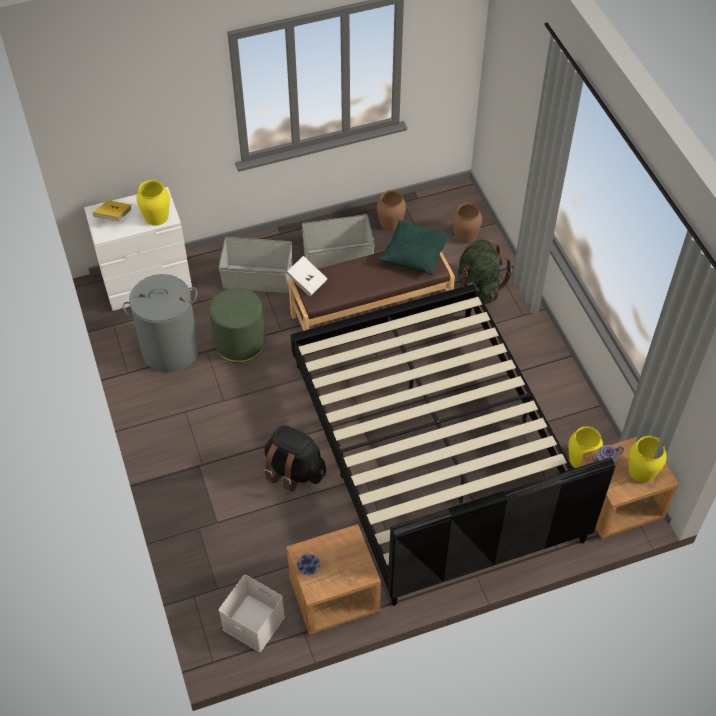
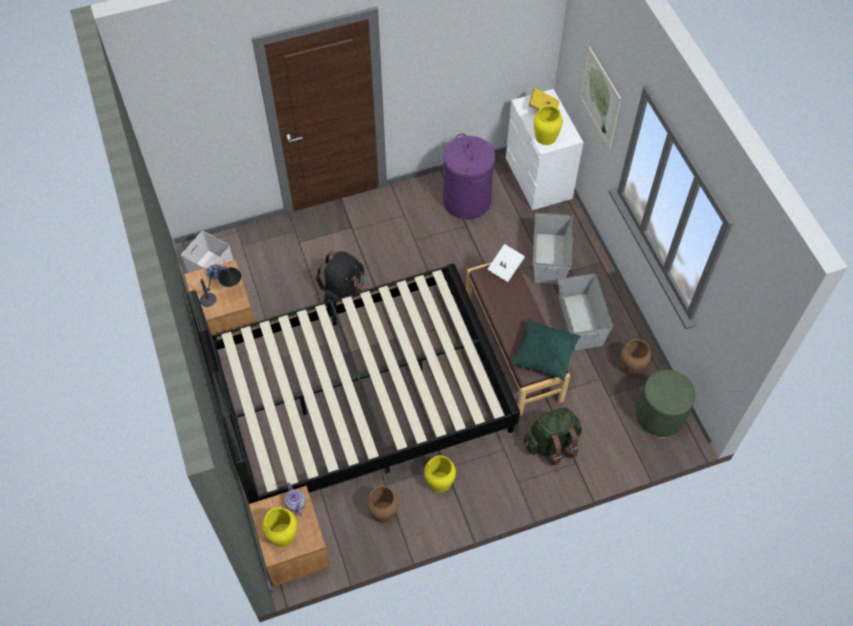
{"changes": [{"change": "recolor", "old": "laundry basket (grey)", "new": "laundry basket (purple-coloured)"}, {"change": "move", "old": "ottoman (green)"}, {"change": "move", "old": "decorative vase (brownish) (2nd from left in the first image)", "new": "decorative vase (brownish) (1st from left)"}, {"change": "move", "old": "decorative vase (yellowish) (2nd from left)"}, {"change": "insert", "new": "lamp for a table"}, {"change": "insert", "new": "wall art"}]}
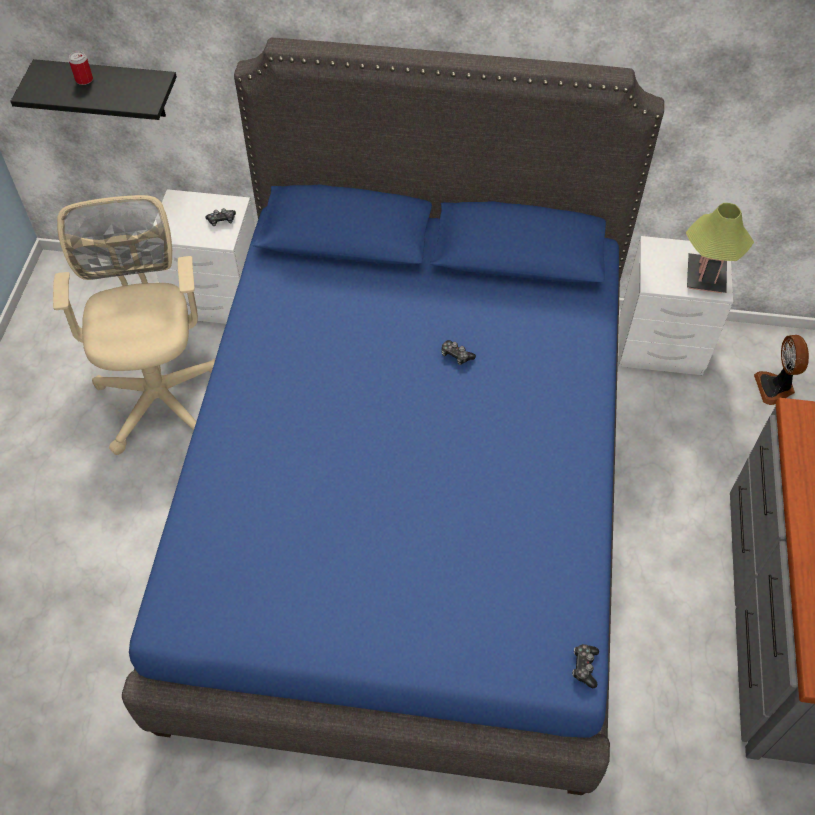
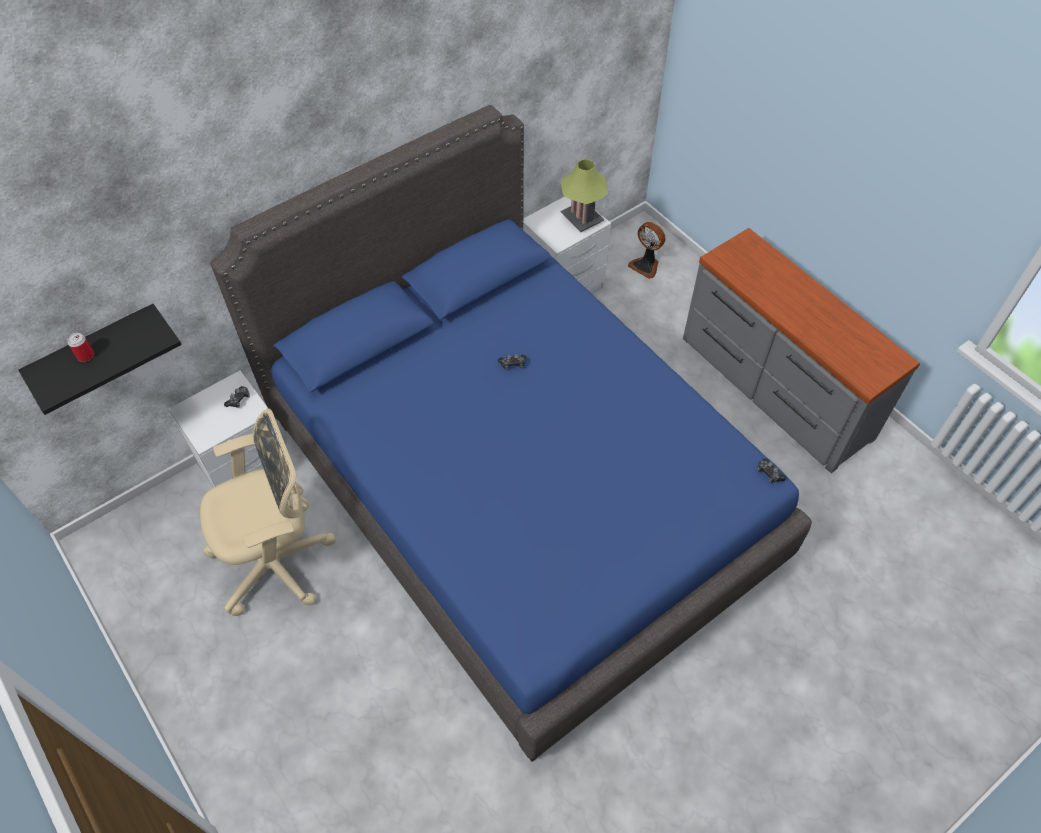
{"changes": [{"change": "rotate", "old": "office chair (sand-coloured)", "degrees": 120}]}
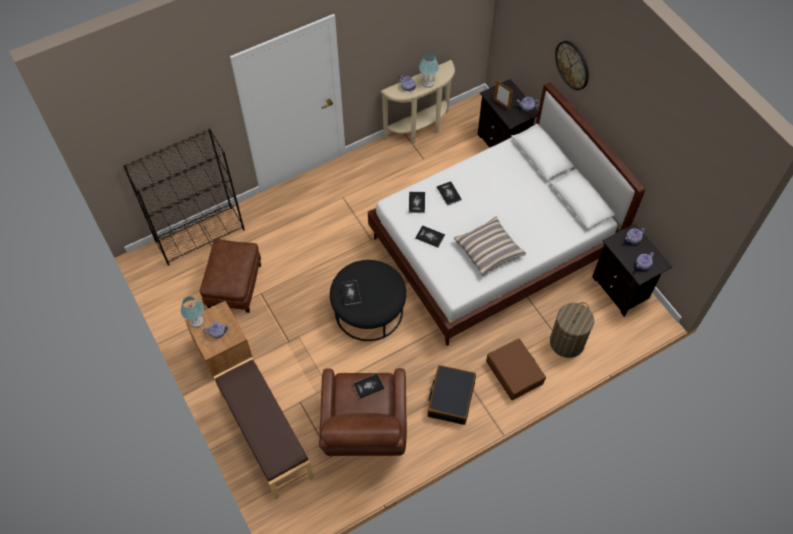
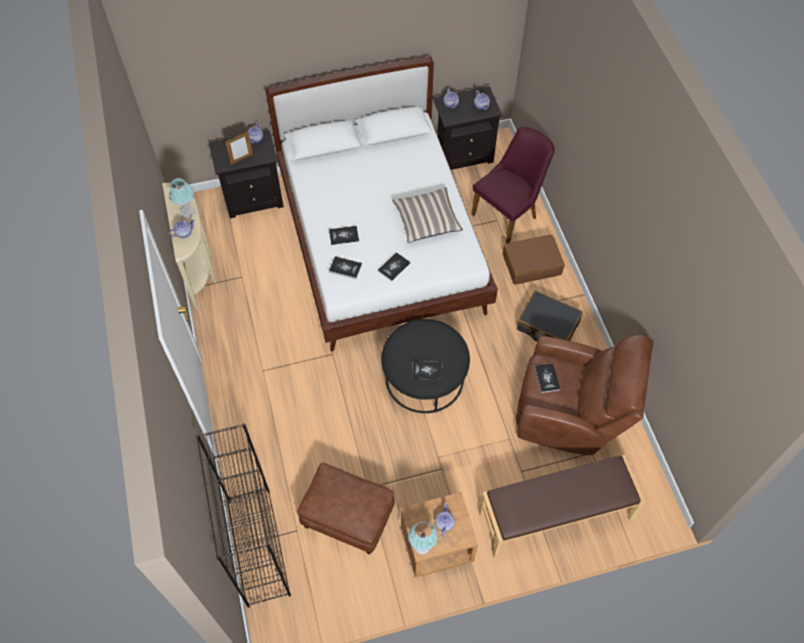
{"changes": [{"change": "replace", "old": "laundry basket", "new": "upright chair (purple-coloured)"}, {"change": "delete", "old": "hanging clock"}]}
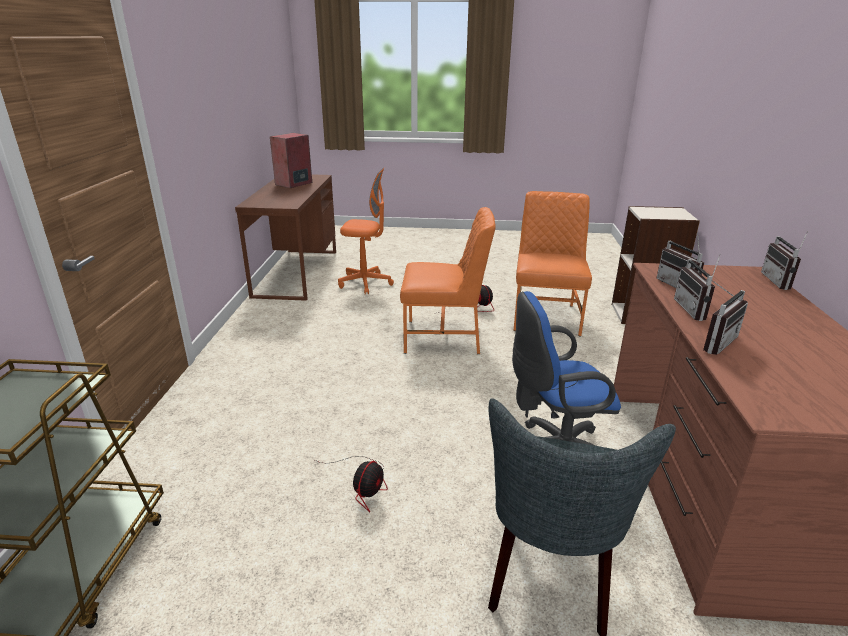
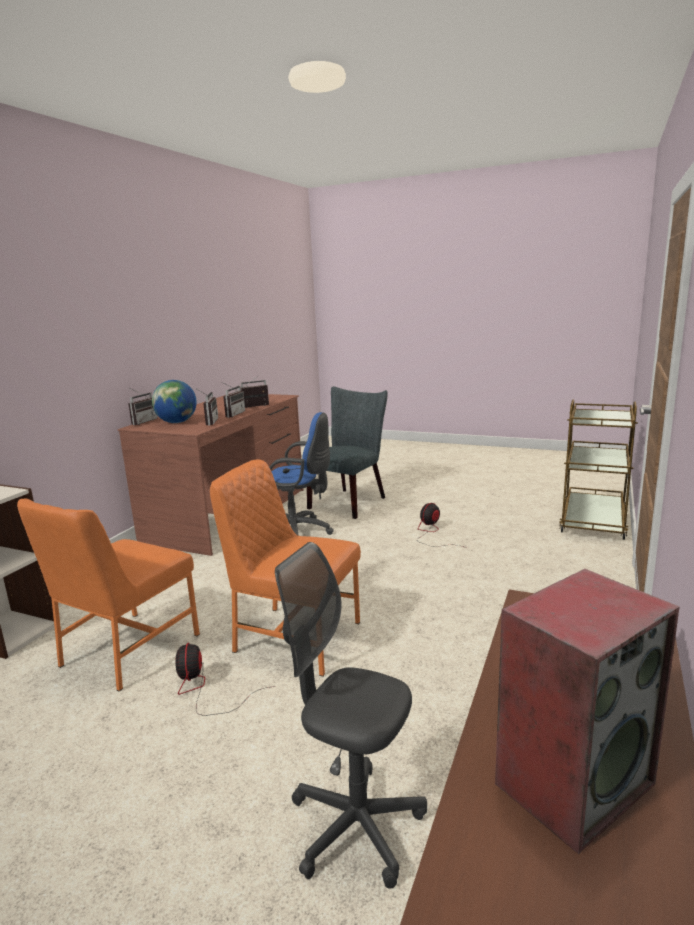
{"changes": [{"change": "recolor", "old": "office chair (orange)", "new": "office chair (grey)"}, {"change": "insert", "new": "globe"}]}
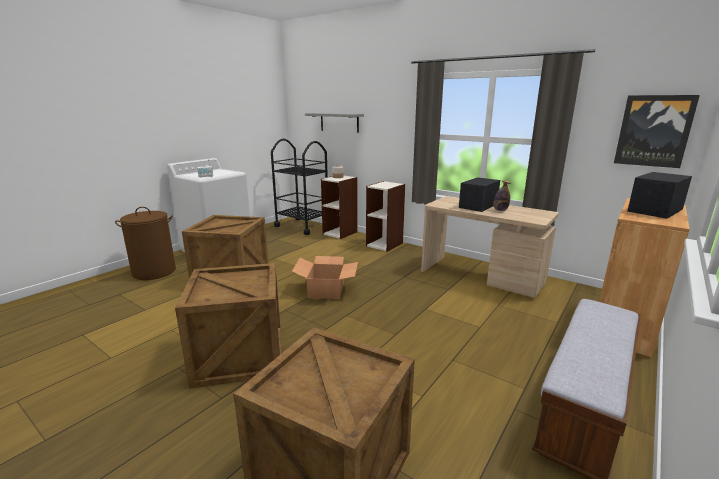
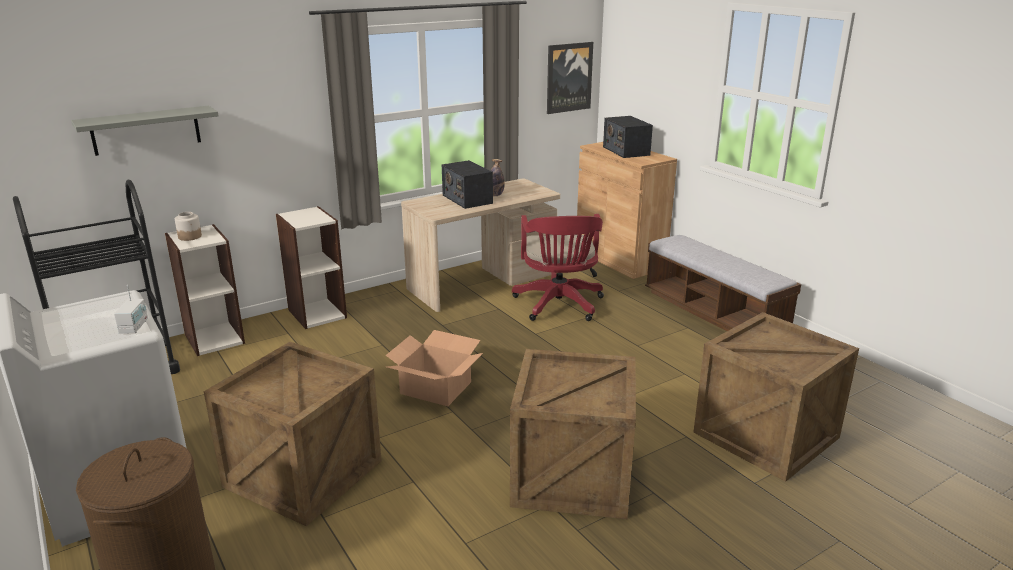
{"changes": [{"change": "insert", "new": "office chair (red-coloured)"}]}
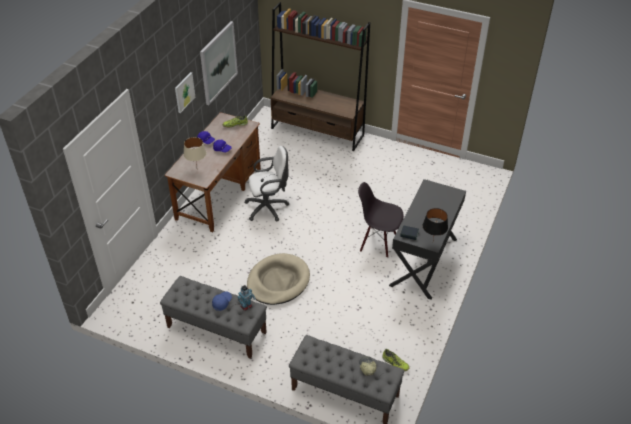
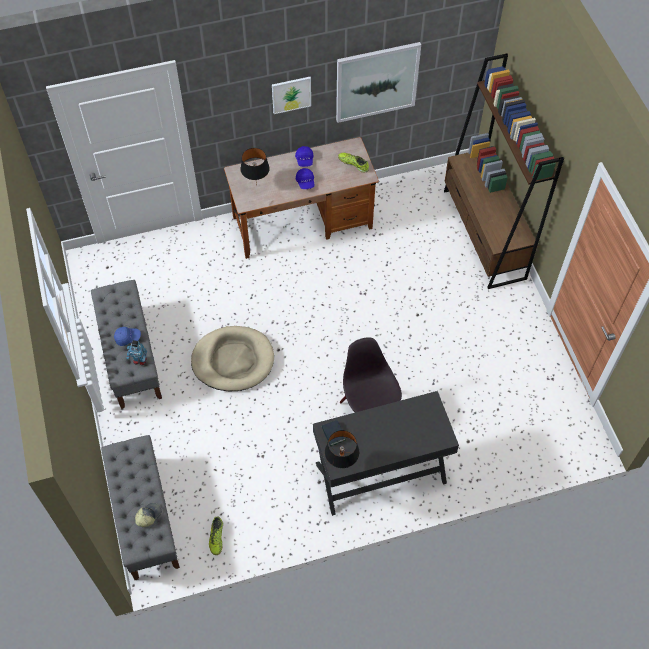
{"changes": [{"change": "recolor", "old": "lamp for a table (sand-coloured)", "new": "lamp for a table (blackish) (1st from left)"}, {"change": "delete", "old": "office chair (white-coloured)"}]}
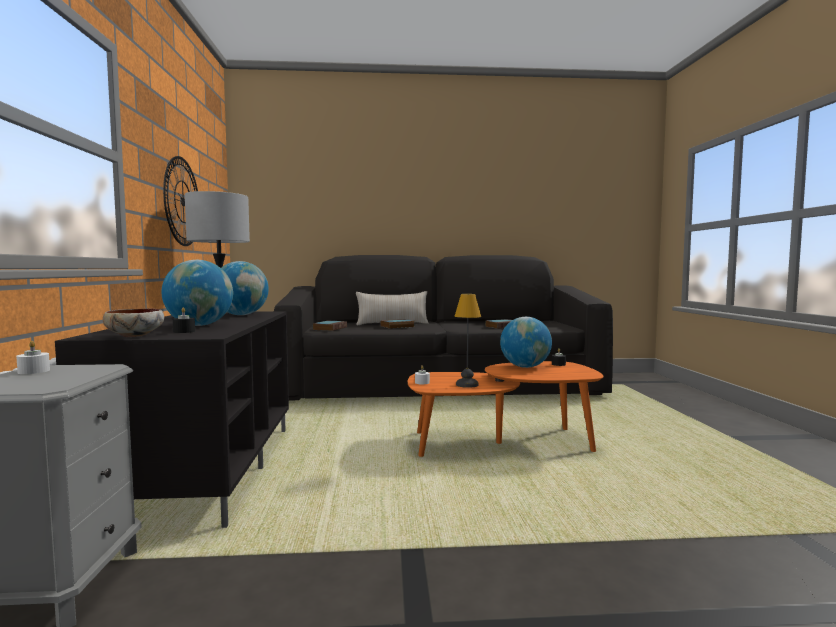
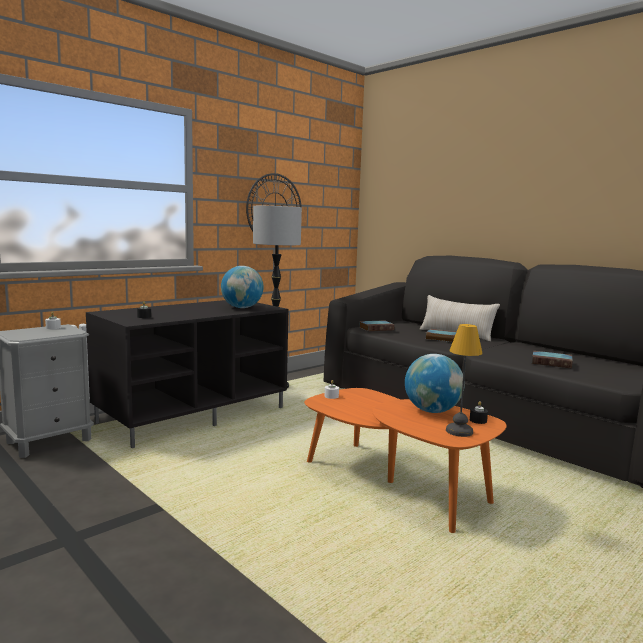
{"changes": [{"change": "delete", "old": "serving bowl"}, {"change": "delete", "old": "globe (1st from left)"}, {"change": "move", "old": "lamp for a table"}]}
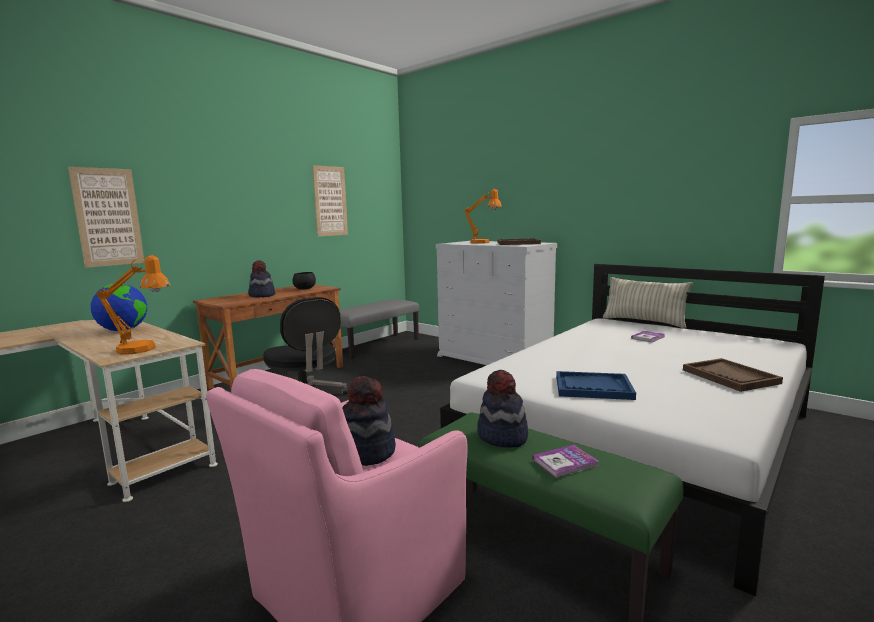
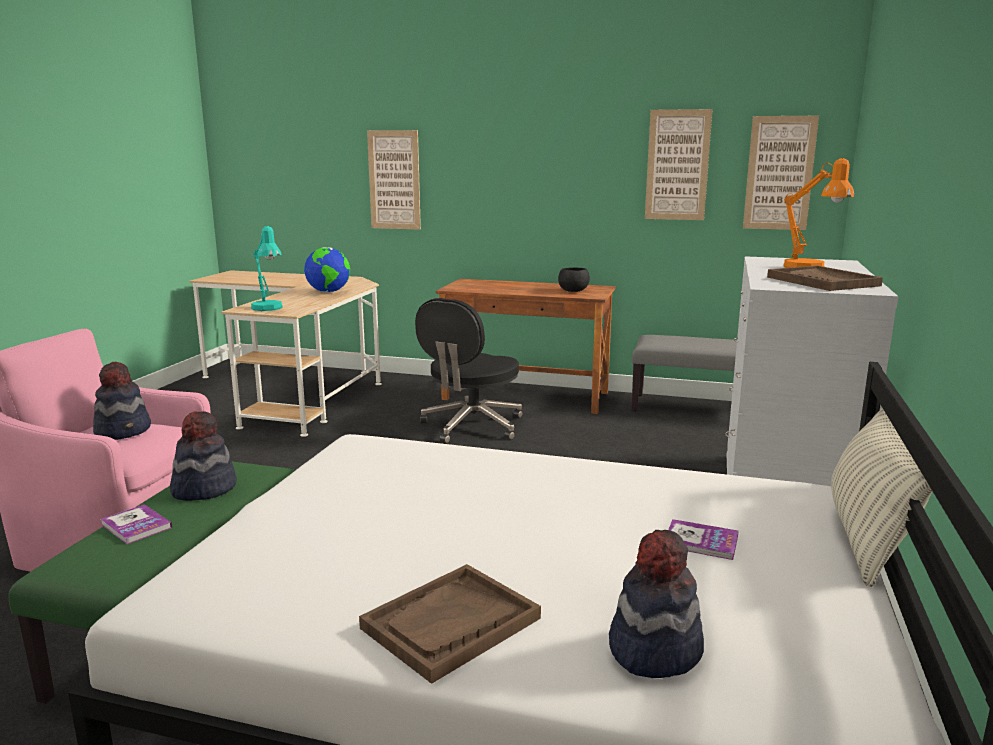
{"changes": [{"change": "recolor", "old": "lamp for a table (orange) (1st from left)", "new": "lamp for a table (blue-green)"}, {"change": "move", "old": "clothing hat (1st from left in the first image)", "new": "clothing hat (3rd from left)"}, {"change": "delete", "old": "tray (bluish)"}, {"change": "insert", "new": "wall art (3rd from left)"}]}
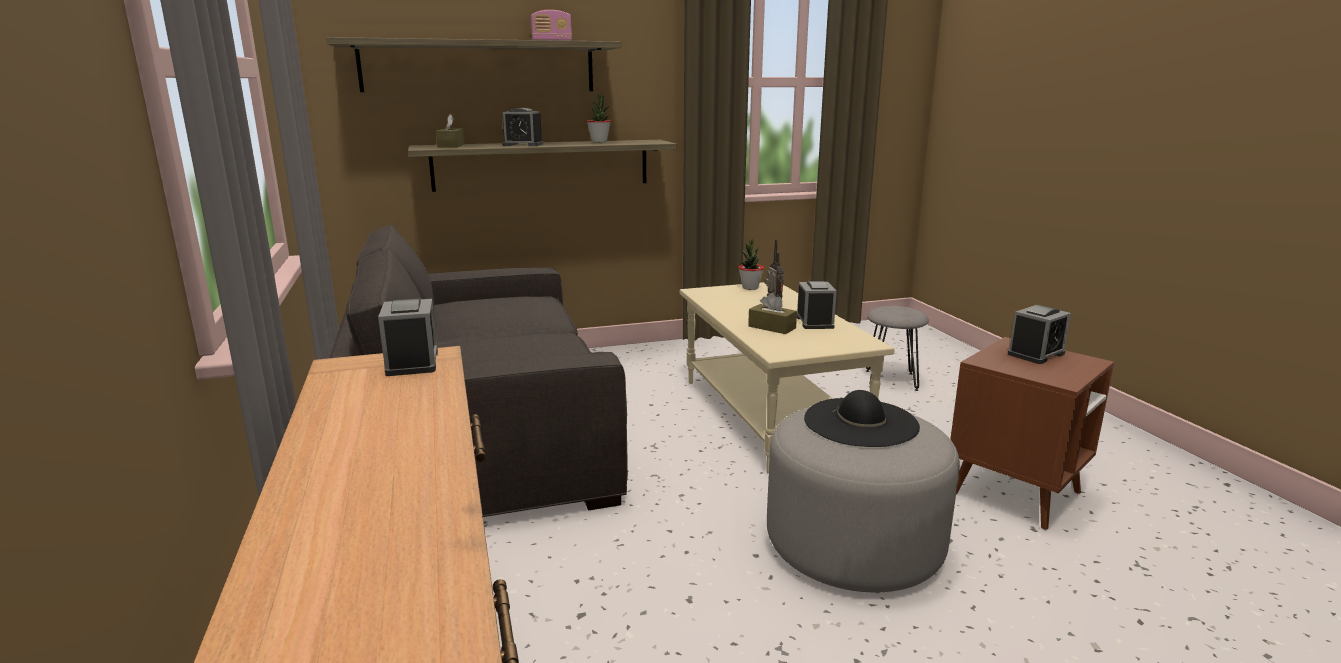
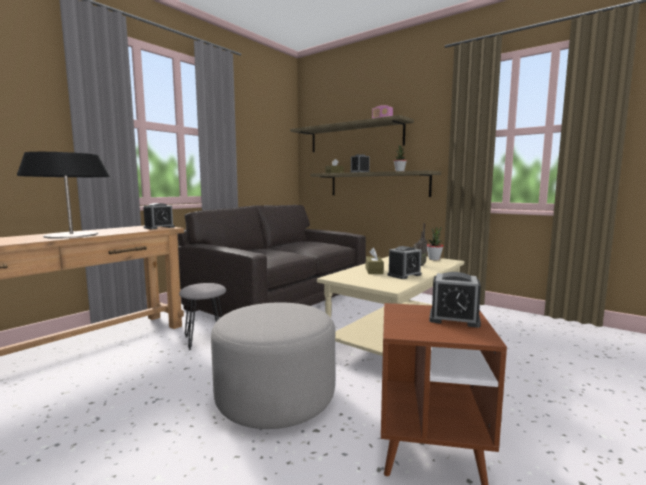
{"changes": [{"change": "delete", "old": "clothing hat (blackish)"}, {"change": "move", "old": "sitting stool (grey)"}, {"change": "insert", "new": "lamp for a table"}]}
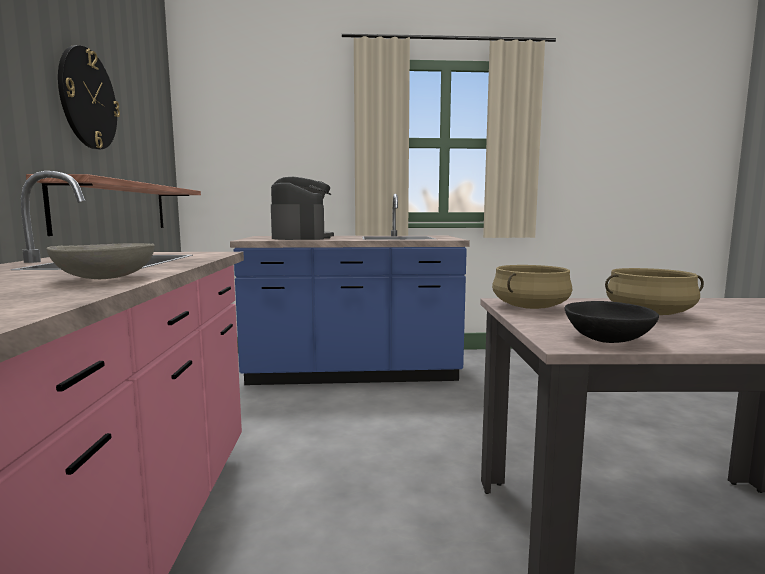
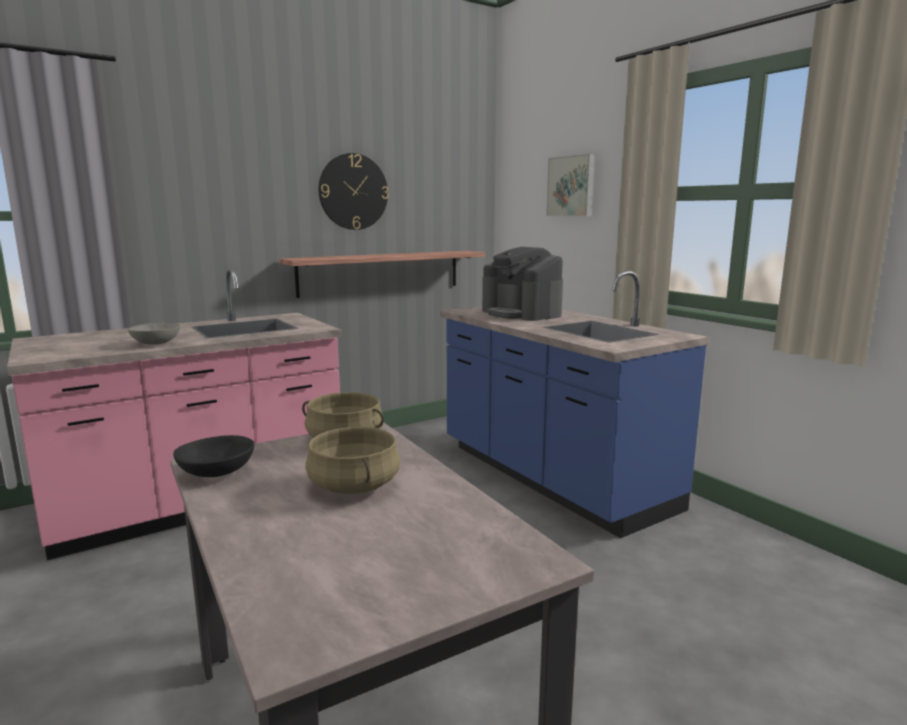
{"changes": [{"change": "rotate", "old": "coffee maker", "degrees": 90}, {"change": "insert", "new": "wall art"}]}
